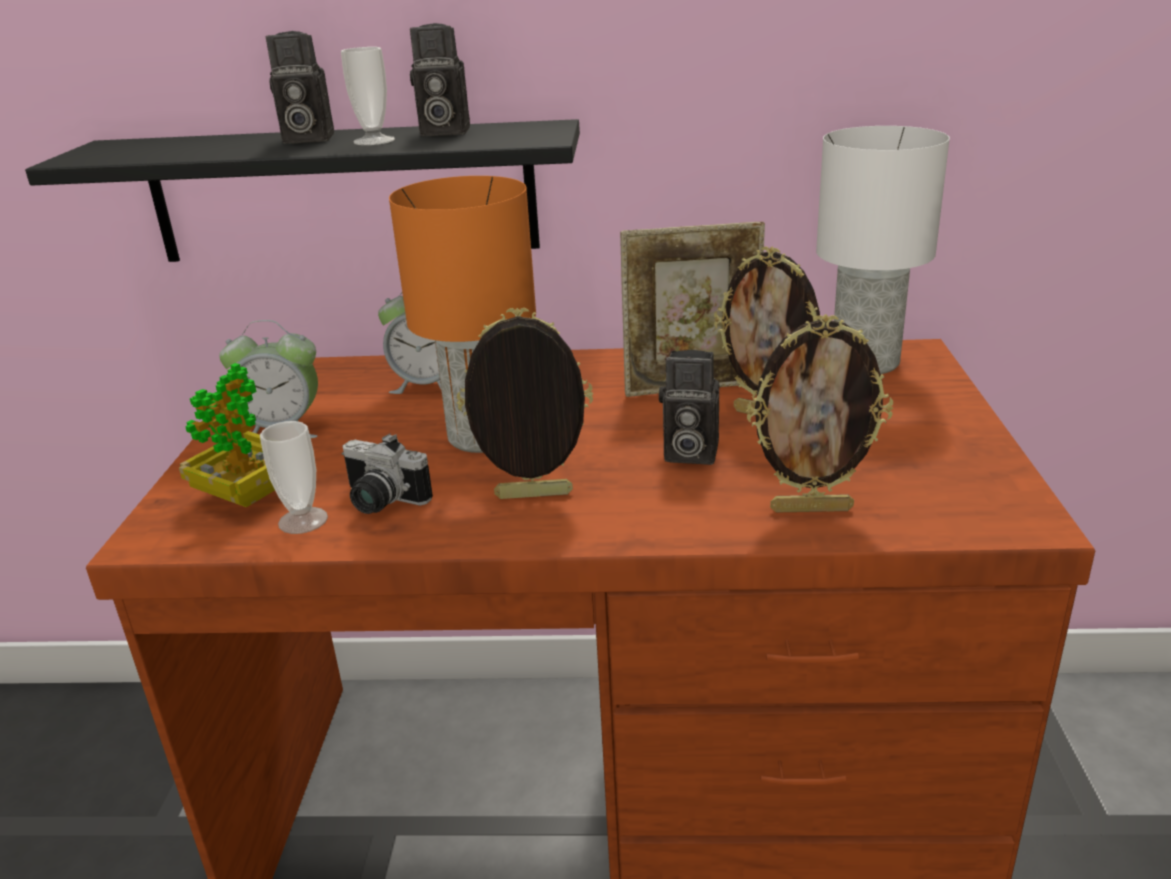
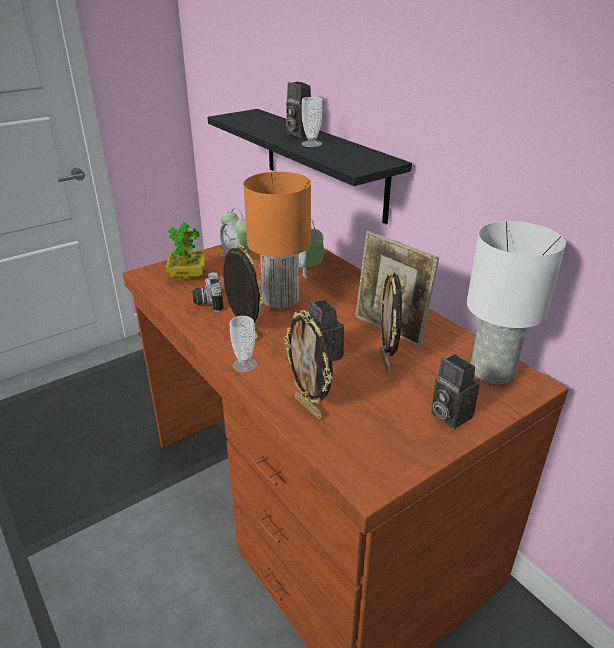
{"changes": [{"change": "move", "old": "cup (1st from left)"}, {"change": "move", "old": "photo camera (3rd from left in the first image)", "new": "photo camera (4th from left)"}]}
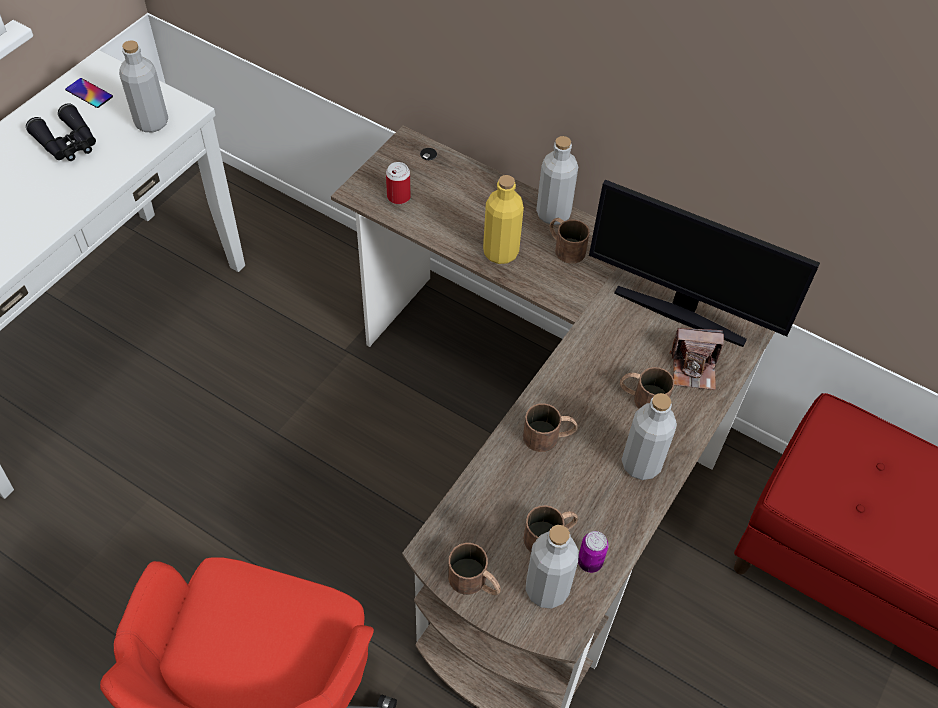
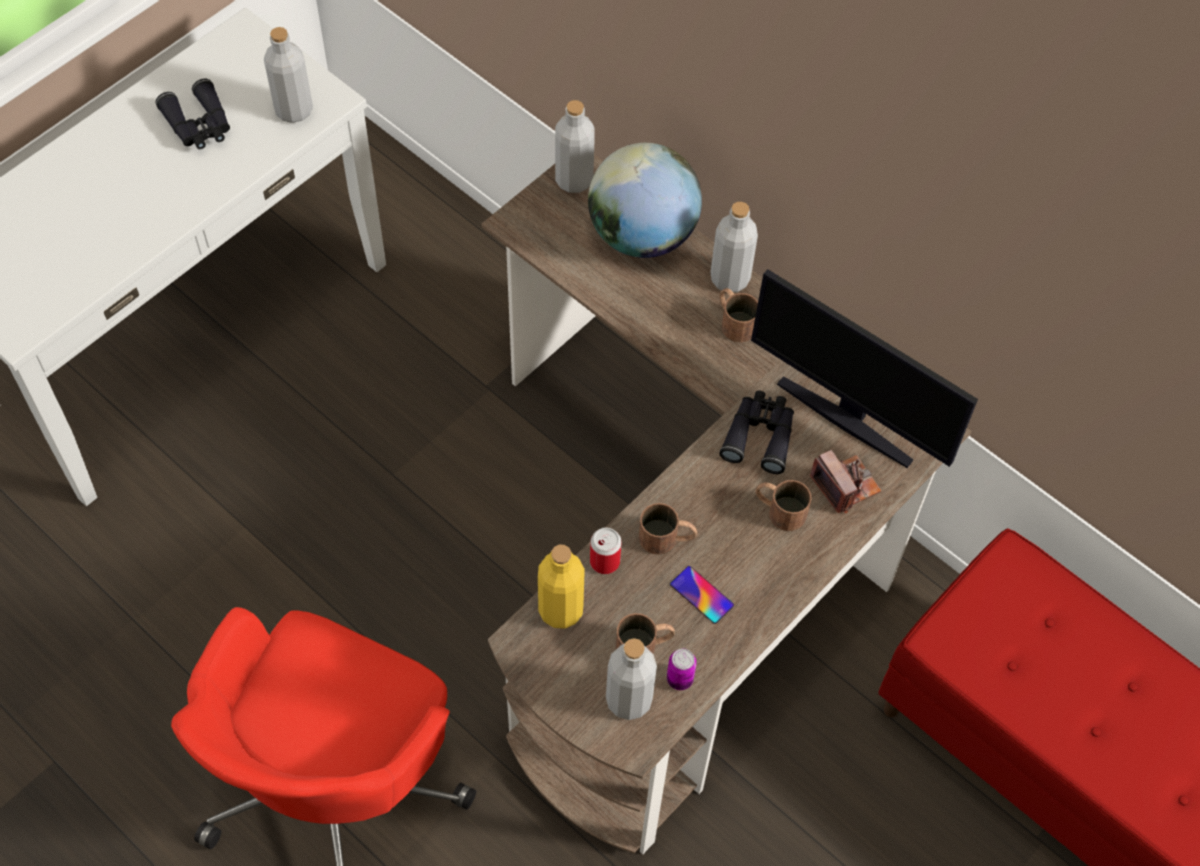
{"changes": [{"change": "move", "old": "handset"}, {"change": "move", "old": "can (1st from left)"}, {"change": "delete", "old": "coffee mug (brownish) (1st from left)"}, {"change": "move", "old": "bottle (yellowish)"}, {"change": "move", "old": "bottle (grey) (4th from left in the first image)", "new": "bottle (grey) (2nd from left)"}, {"change": "rotate", "old": "photo camera", "degrees": -135}, {"change": "insert", "new": "globe"}, {"change": "insert", "new": "binoculars (blackish) (2nd from left)"}]}
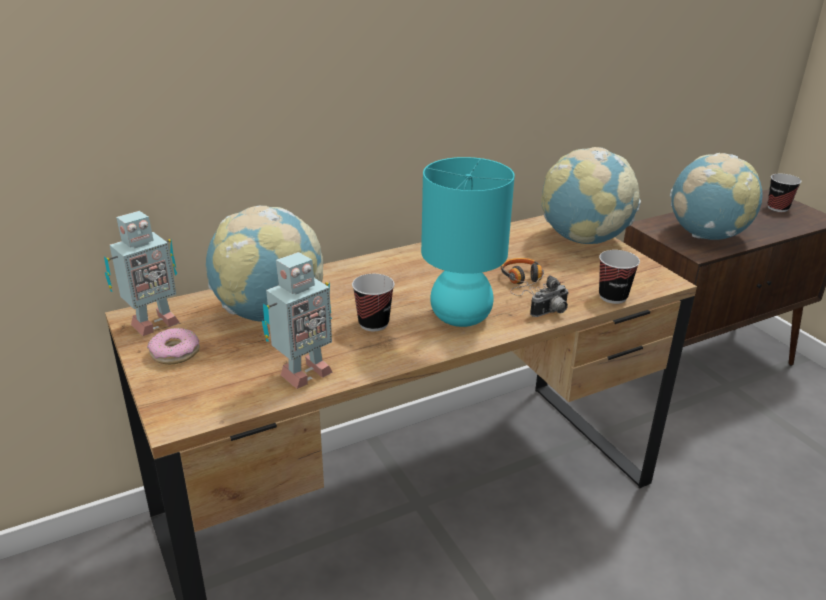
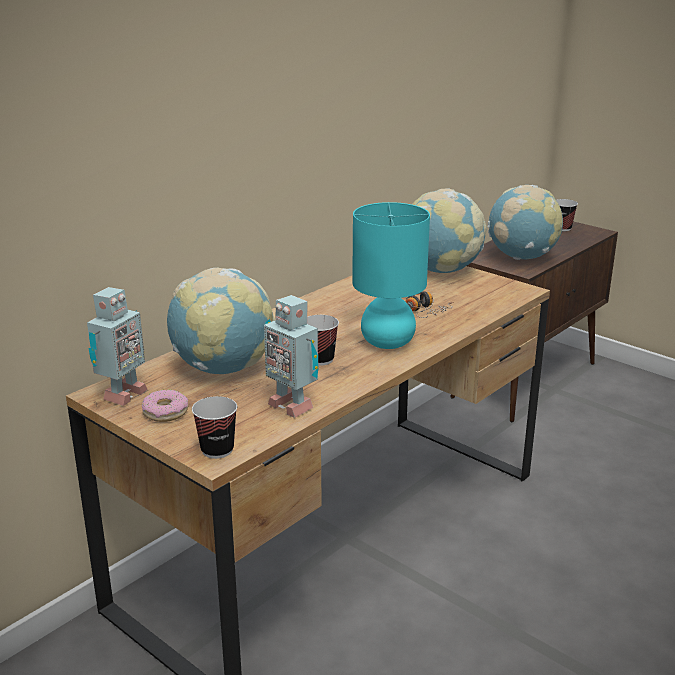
{"changes": [{"change": "rotate", "old": "toy robot (2nd from left)", "degrees": 105}, {"change": "delete", "old": "photo camera"}, {"change": "move", "old": "cup (2nd from left in the first image)", "new": "cup (1st from left)"}]}
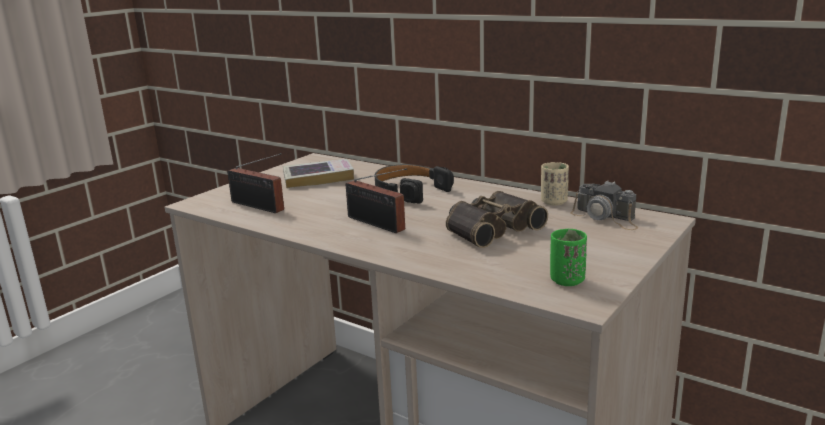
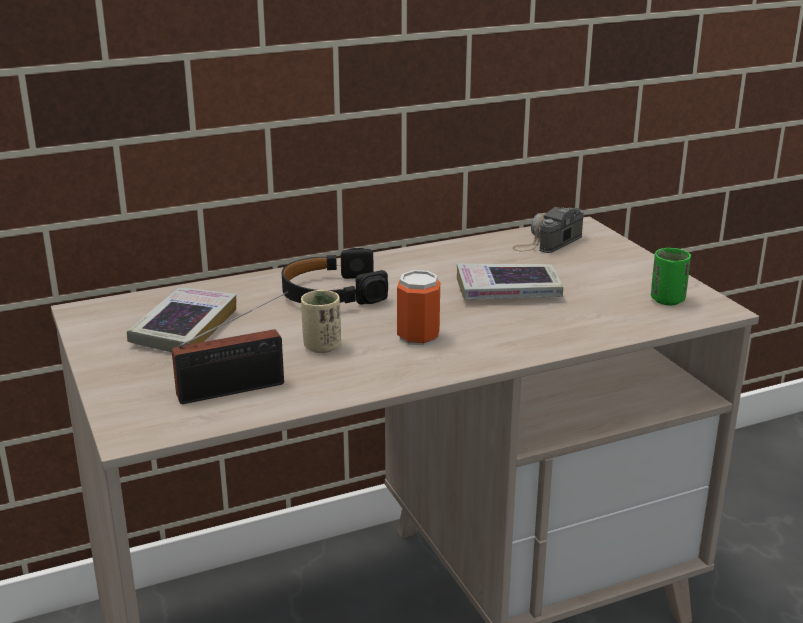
{"changes": [{"change": "replace", "old": "radio set (2nd from left)", "new": "can"}, {"change": "replace", "old": "binoculars", "new": "bound book (2nd from left)"}, {"change": "move", "old": "cup (sand-coloured)"}, {"change": "rotate", "old": "photo camera", "degrees": 150}]}
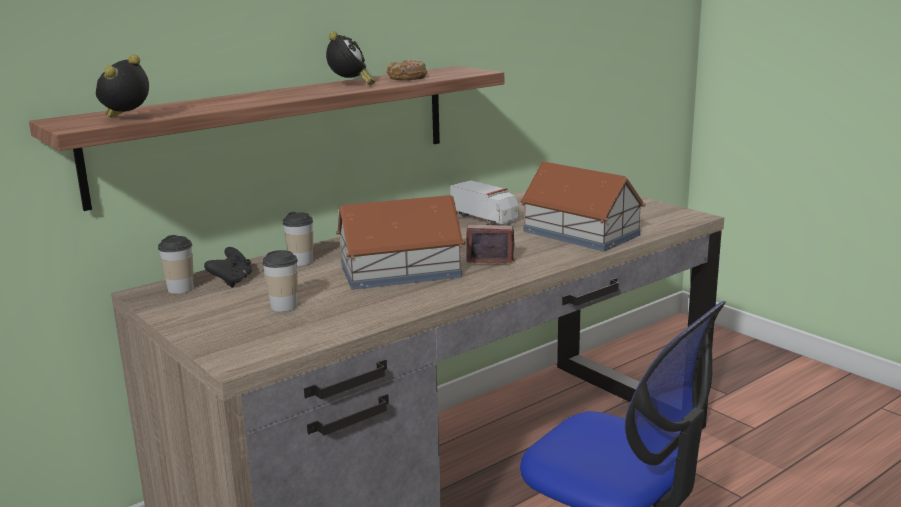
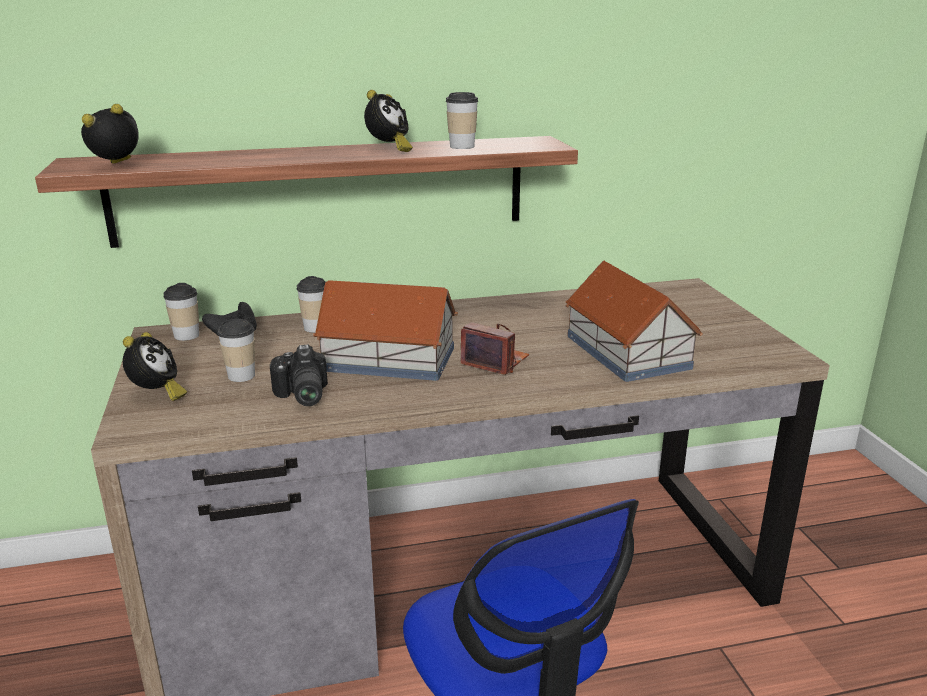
{"changes": [{"change": "replace", "old": "ring doughnut", "new": "cup (4th from left)"}, {"change": "delete", "old": "toy lorry"}, {"change": "insert", "new": "table clock (2nd from left)"}, {"change": "insert", "new": "photo camera (1st from left)"}]}
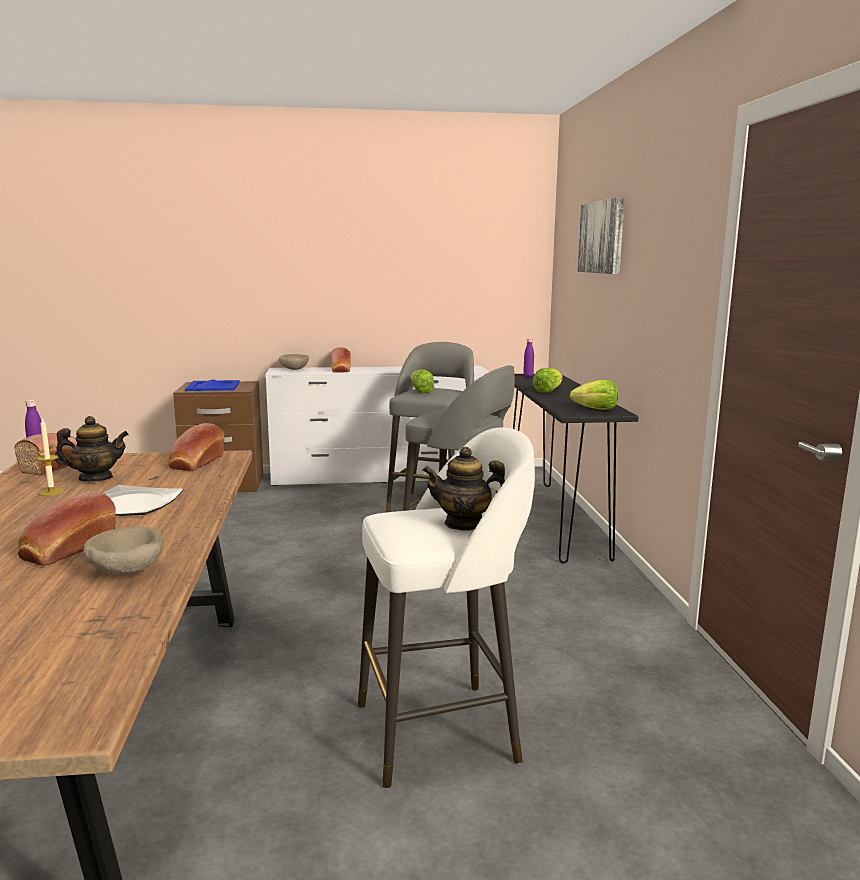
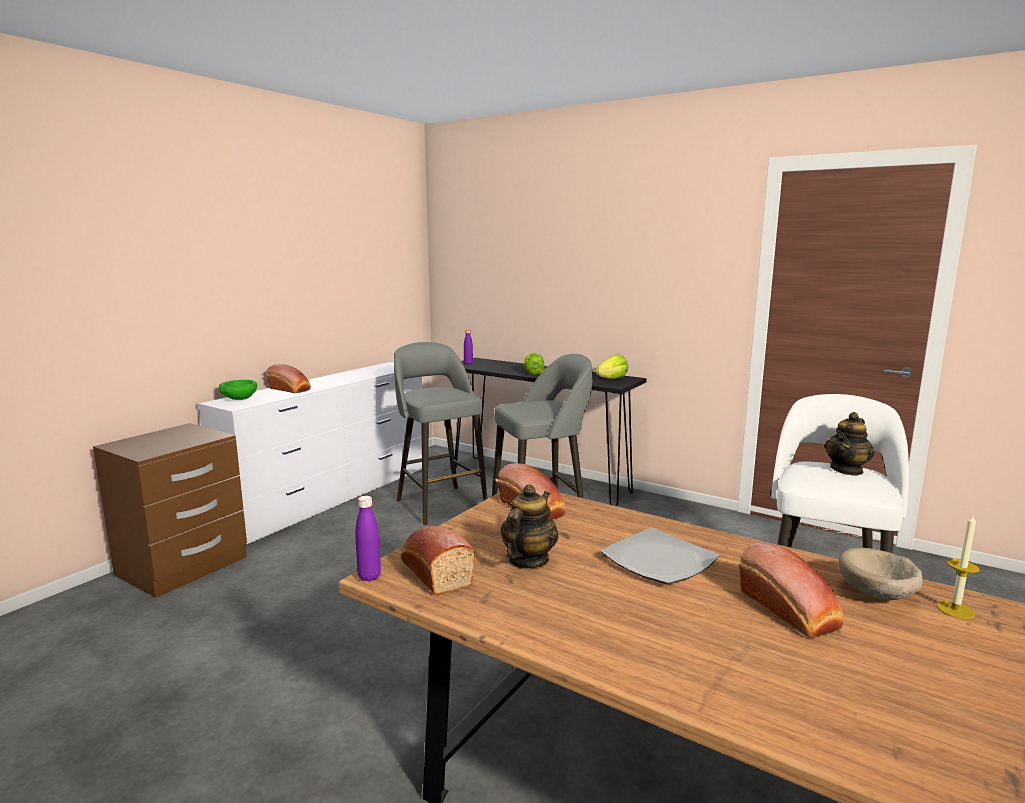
{"changes": [{"change": "move", "old": "wax light"}, {"change": "delete", "old": "tray (bluish)"}, {"change": "recolor", "old": "serving bowl (sand-coloured) (2nd from left)", "new": "serving bowl (green)"}, {"change": "delete", "old": "lettuce head (1st from left)"}, {"change": "delete", "old": "wall art"}]}
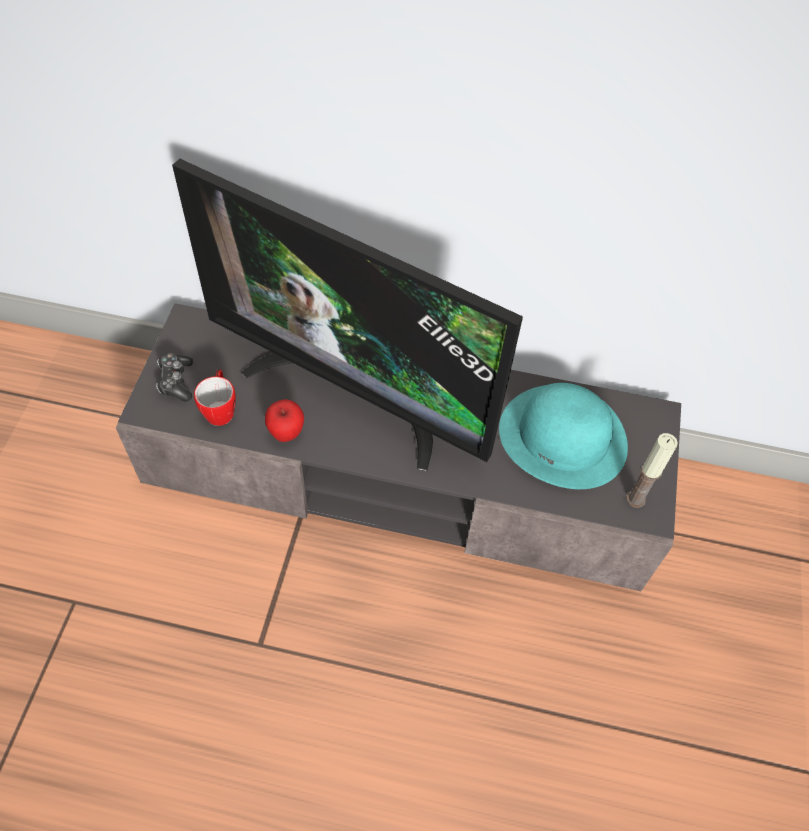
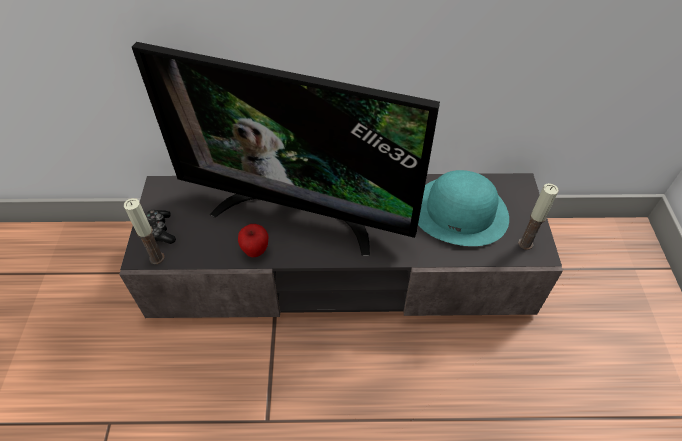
{"changes": [{"change": "delete", "old": "coffee mug"}, {"change": "insert", "new": "wax light (1st from left)"}]}
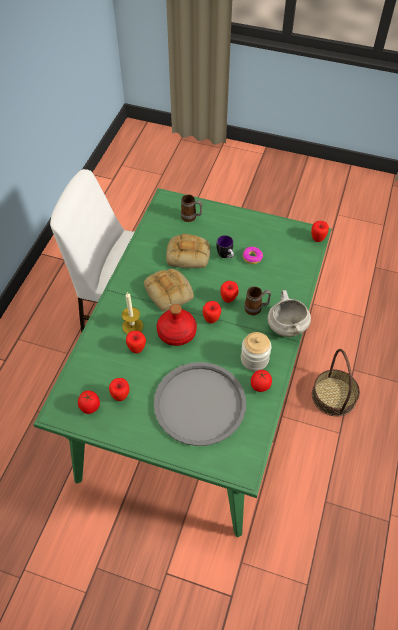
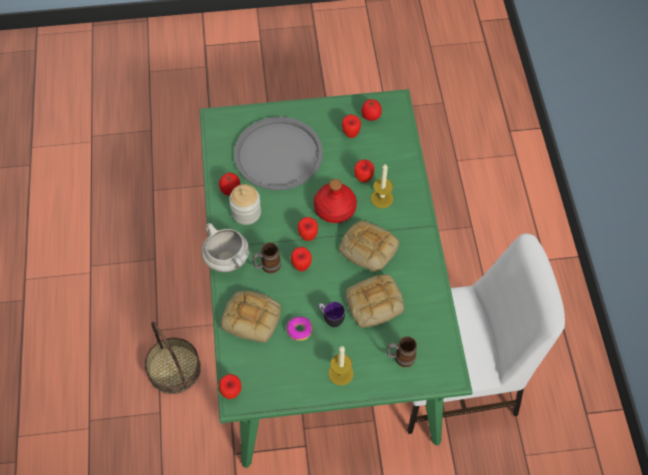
{"changes": [{"change": "insert", "new": "baked bread (1st from left)"}, {"change": "insert", "new": "wax light (1st from left)"}]}
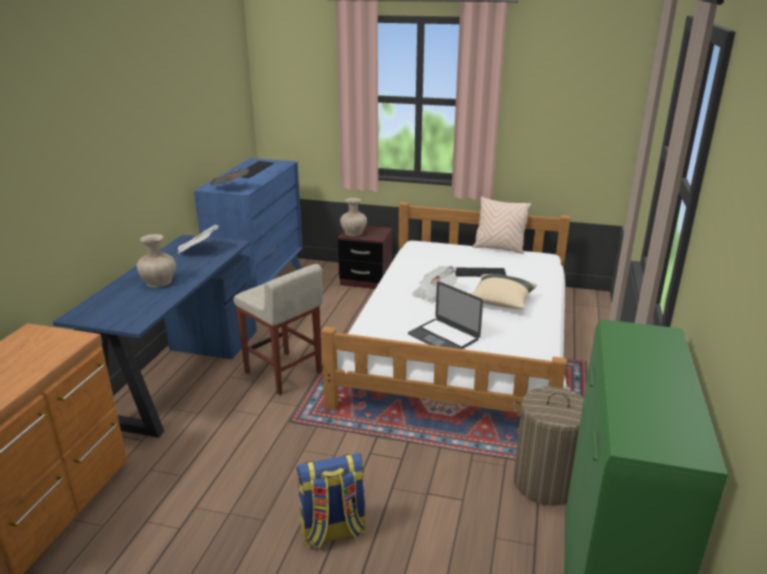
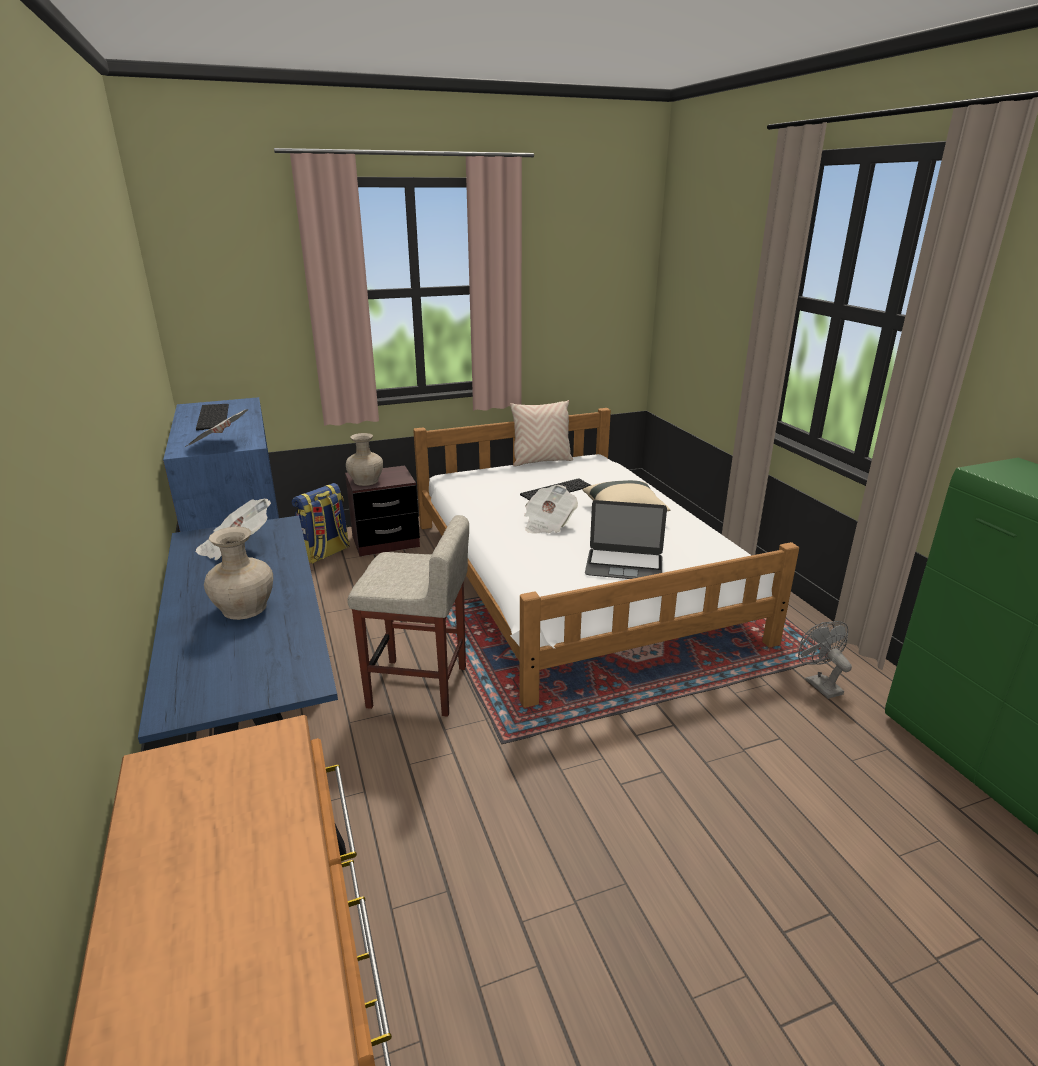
{"changes": [{"change": "move", "old": "rucksack"}, {"change": "replace", "old": "laundry basket", "new": "electric fan (grey)"}]}
